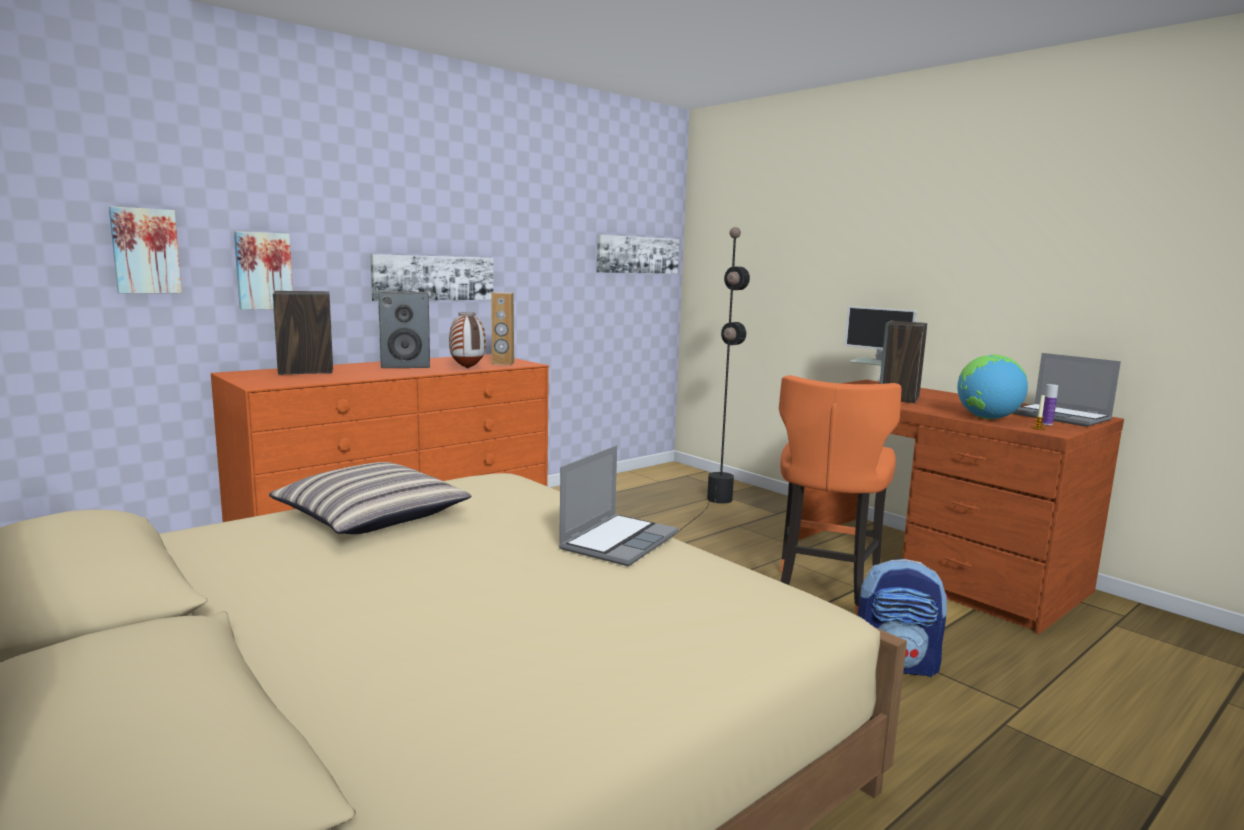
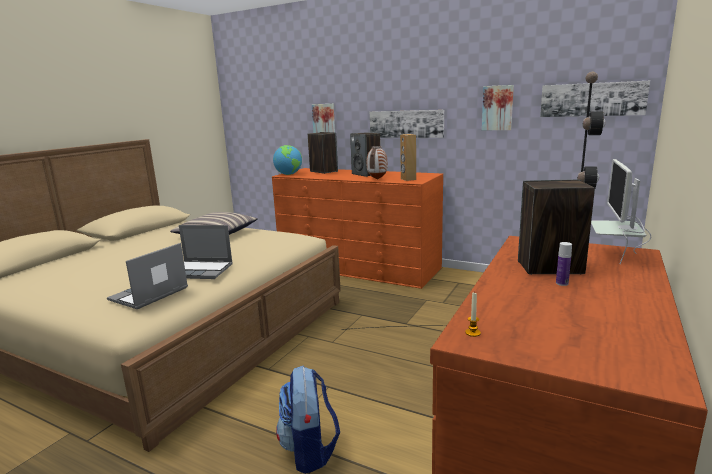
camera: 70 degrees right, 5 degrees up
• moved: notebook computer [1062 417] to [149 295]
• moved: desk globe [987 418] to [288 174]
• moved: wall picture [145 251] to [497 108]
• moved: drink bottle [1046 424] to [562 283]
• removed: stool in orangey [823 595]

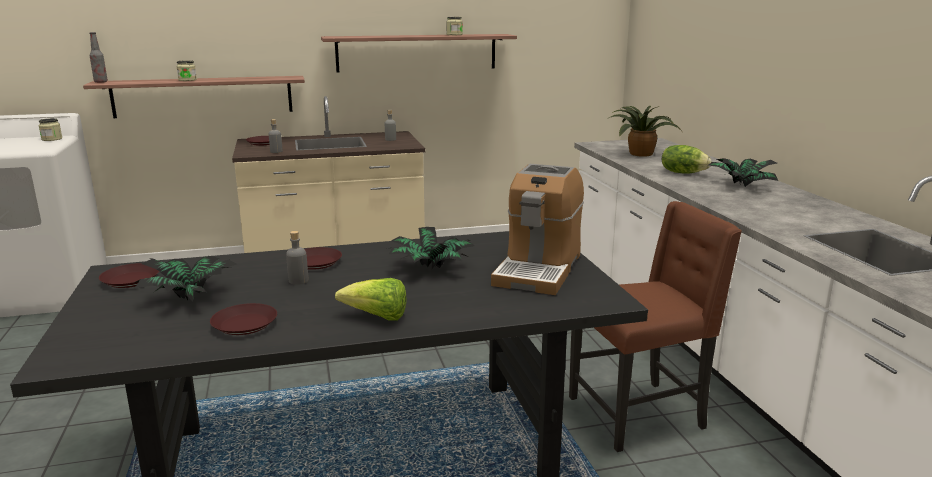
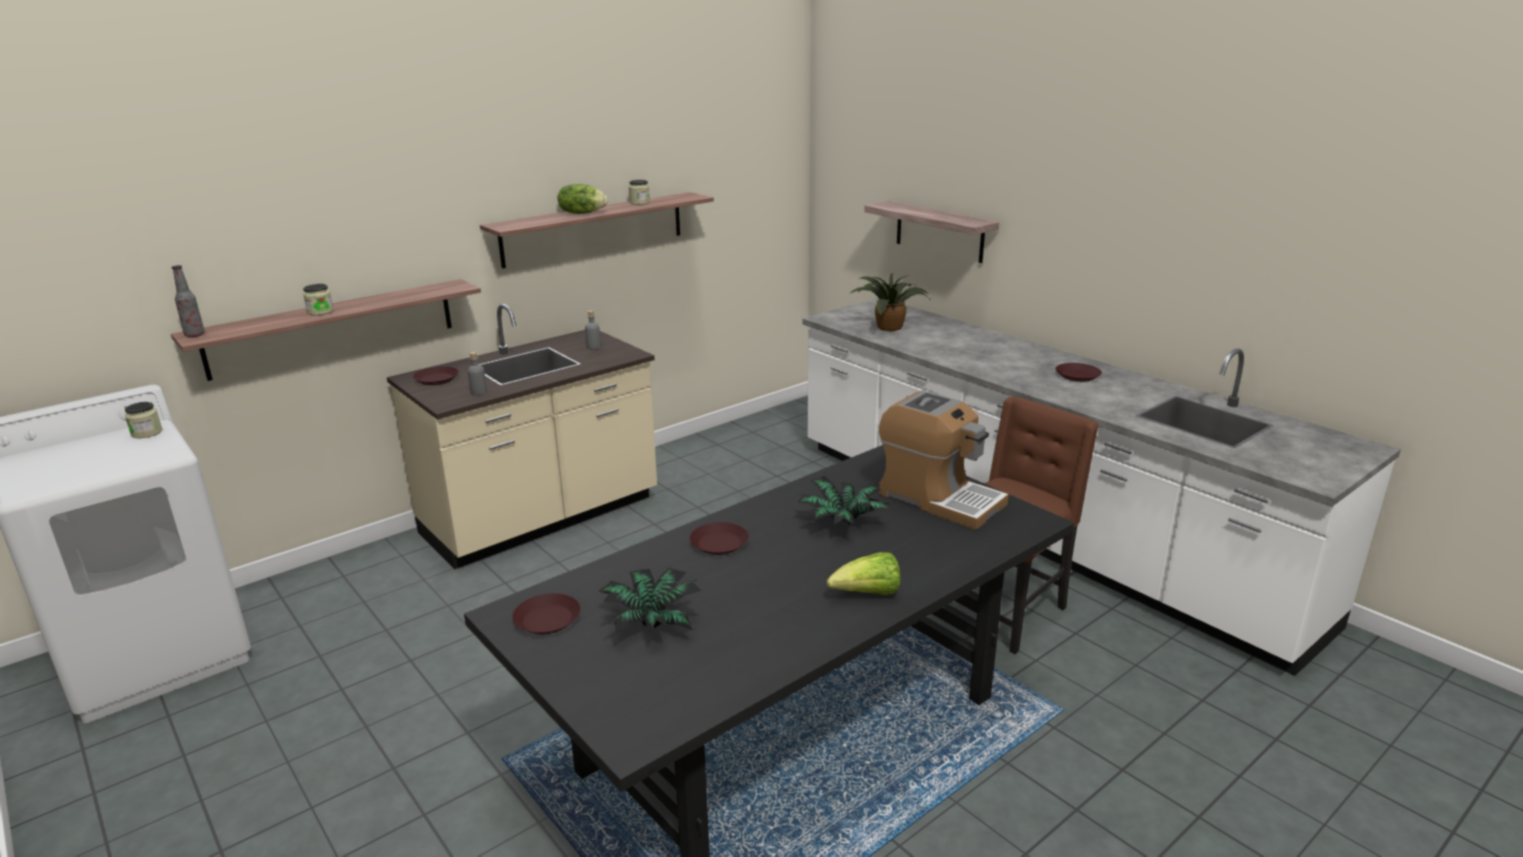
camera: 25 degrees left, 5 degrees up
• moved: head of lettuce [683 173] to [582 213]
• added: bracket shelf [939 231]
• turned: coffee machine [538 269] = [939 499] 45 degrees counterclockwise
• moved: dinner plate in brownish [245 324] to [1077 376]
• removed: drink bottle in gray [298 280]
• removed: potted plant [741 185]

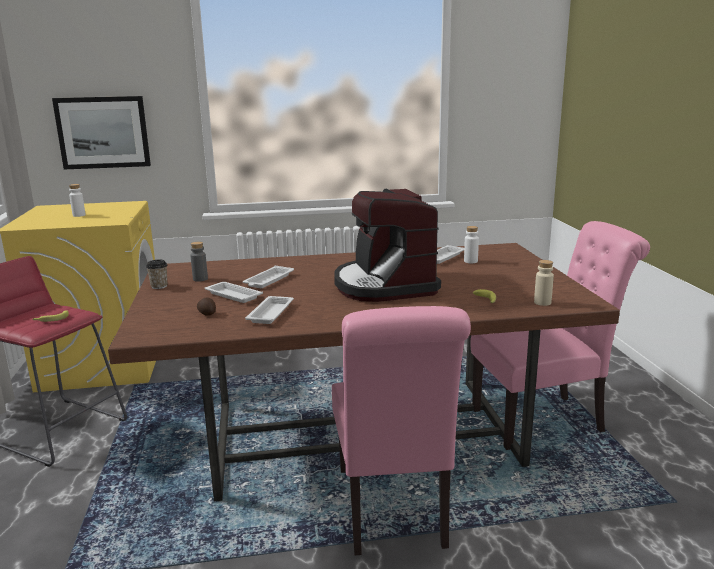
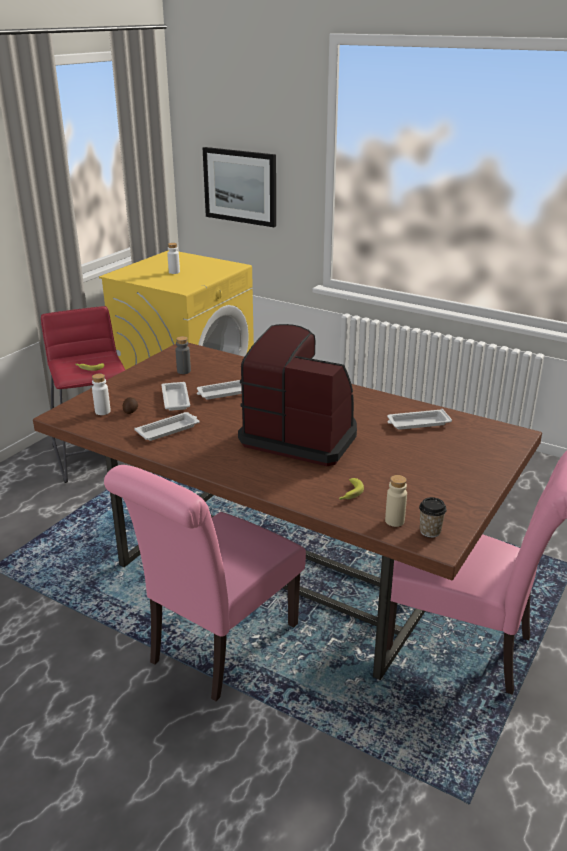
camera: 40 degrees right, 10 degrees up
• moved: drink bottle in whitish [470 261] to [102 411]
• turned: coffee machine [384 285] = [300 436] 90 degrees clockwise
• moved: cup [159 286] to [430 531]

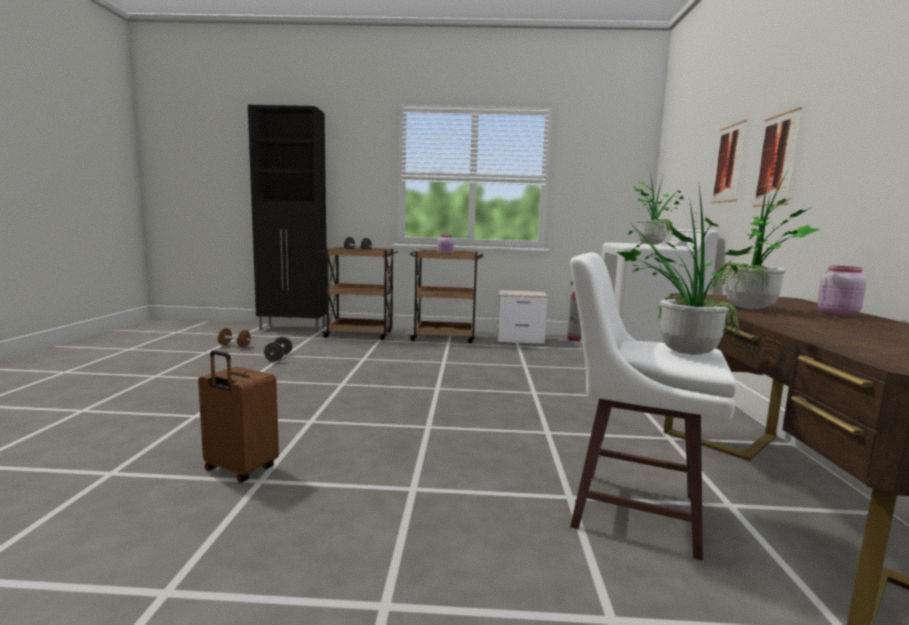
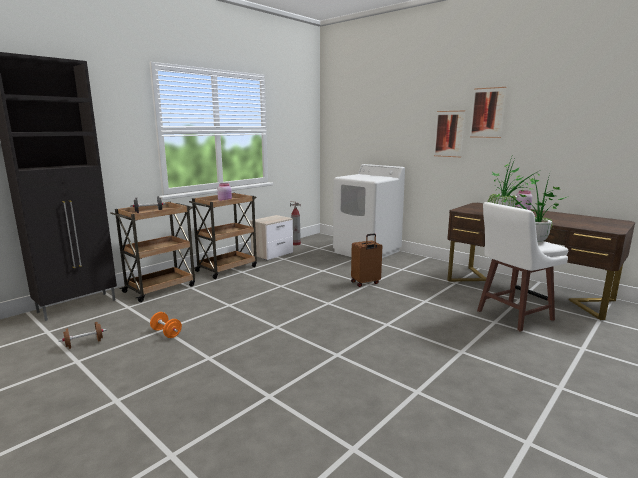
camera: 50 degrees left, 5 degrees up
• recoloured: hand weight in black-coloured [278 358] to hand weight in orangey [166 333]
• moved: travel case in brownish [239 470] to [365 283]
• moved: wall picture [728 164] to [487 113]
• removed: potted plant [653 244]

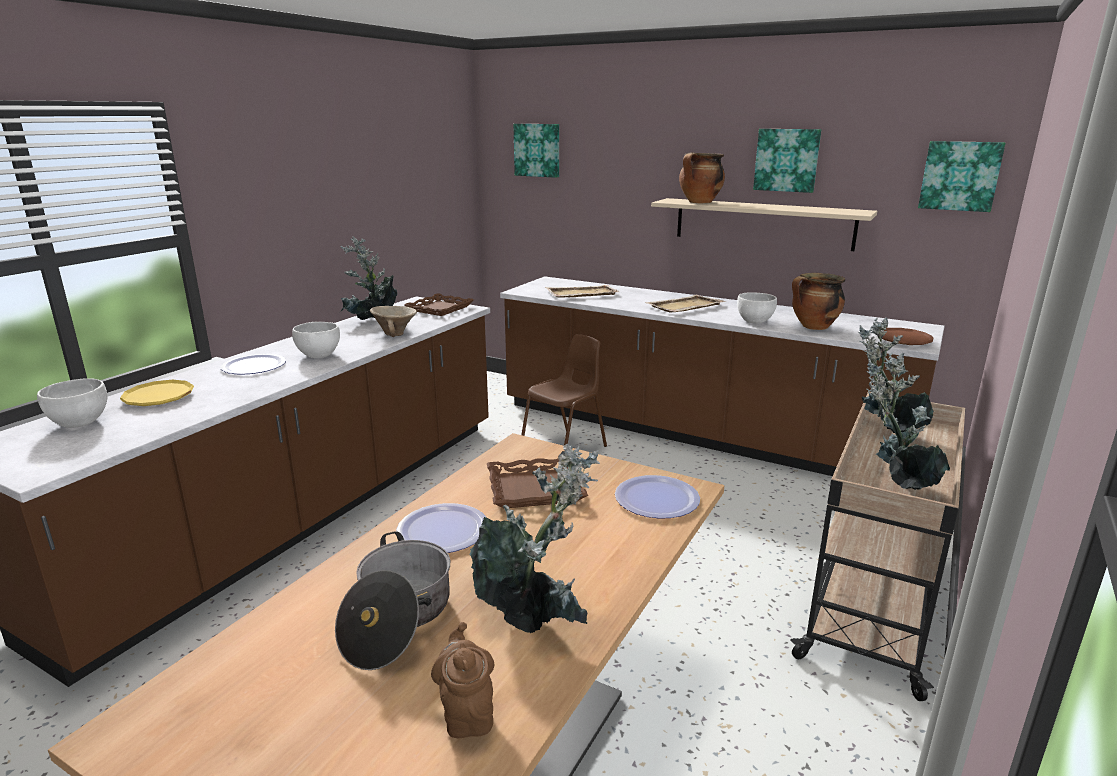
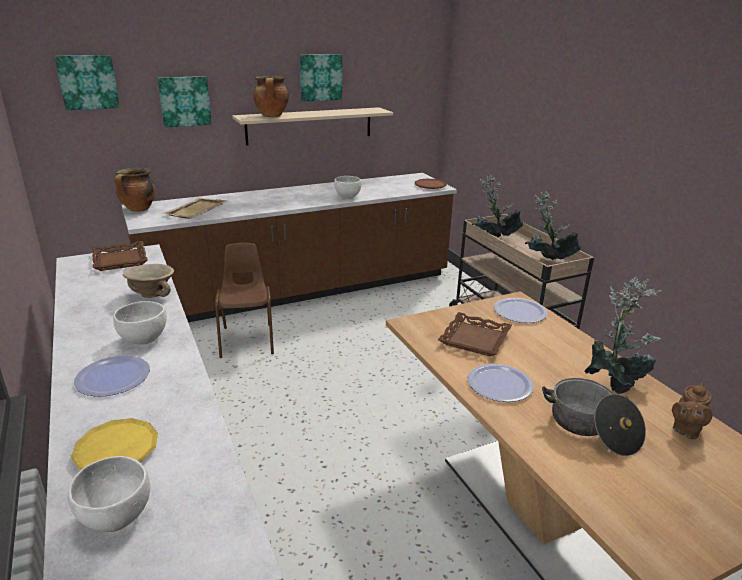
camera: 55 degrees left, 5 degrees up
• moved: saucepot [813 327] to [138 209]
• moved: wall picture [960 176] to [184 101]
• turned: pot for tea in brownish [467 713] = [685 430] 75 degrees counterclockwise
• removed: potted plant [371 321]
• removed: tray in sand-coloured [684 306]

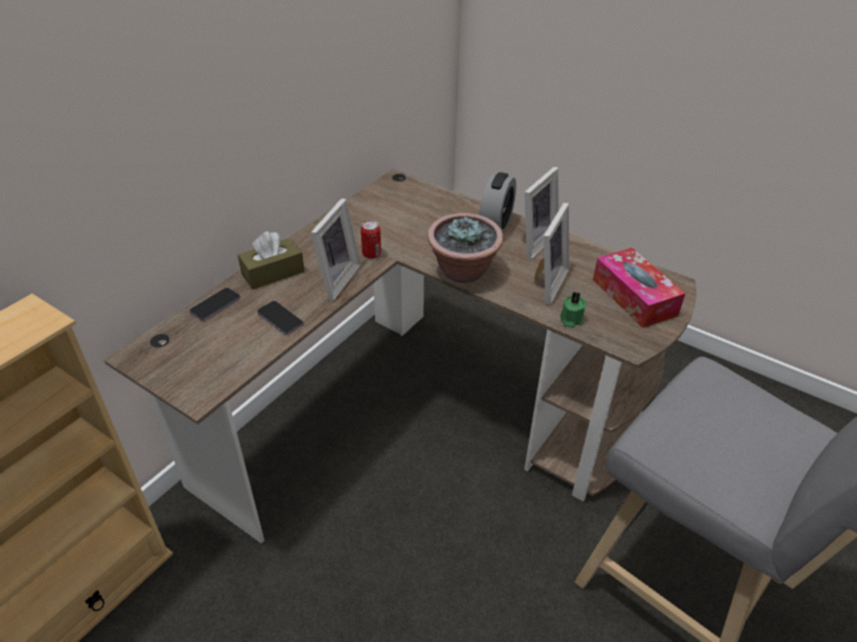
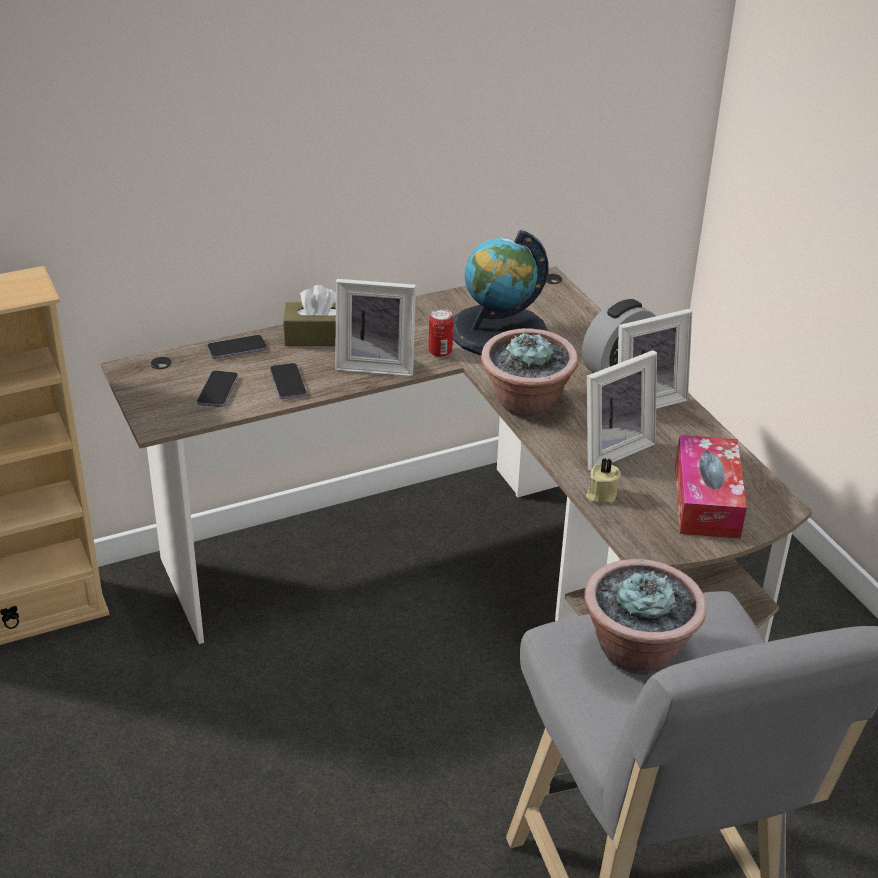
camera: 30 degrees right, 5 degrees down
• added: phone [218 390]
• turned: picture frame [334 280] = [376 364] 45 degrees clockwise
• added: desk globe [498 331]
• added: potted plant [637 652]
• recoloured: wax light in greenish [570 319] to wax light in sand-coloured [601 494]

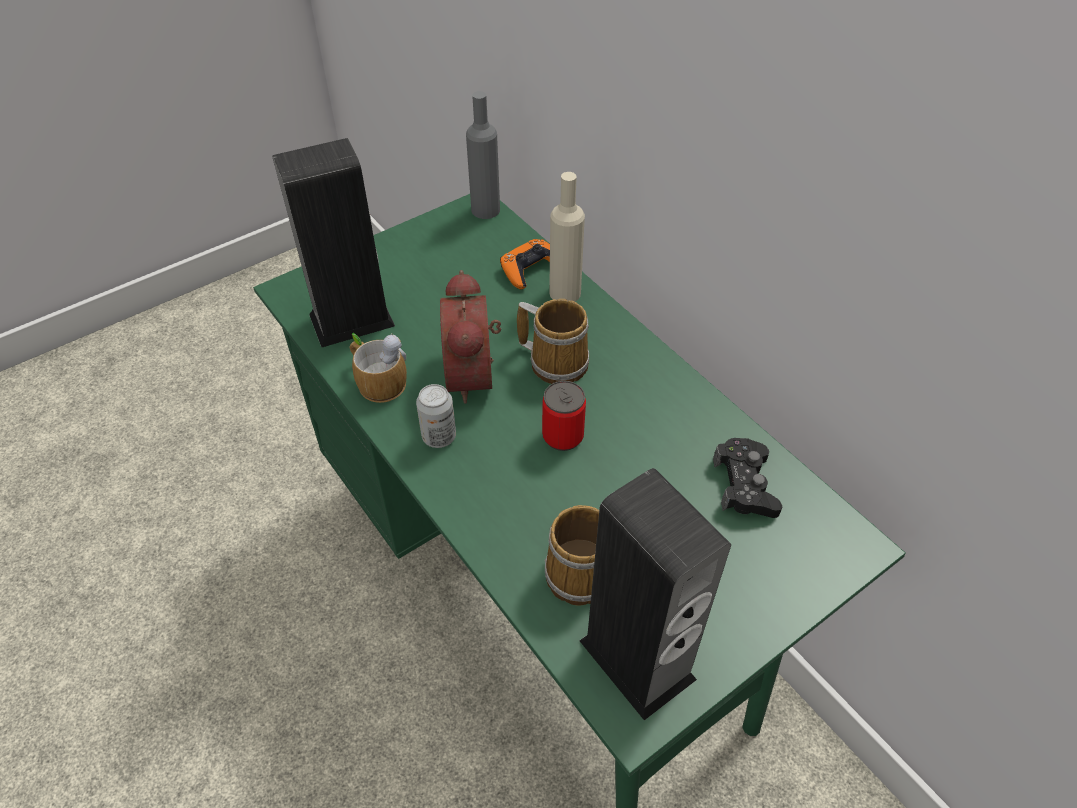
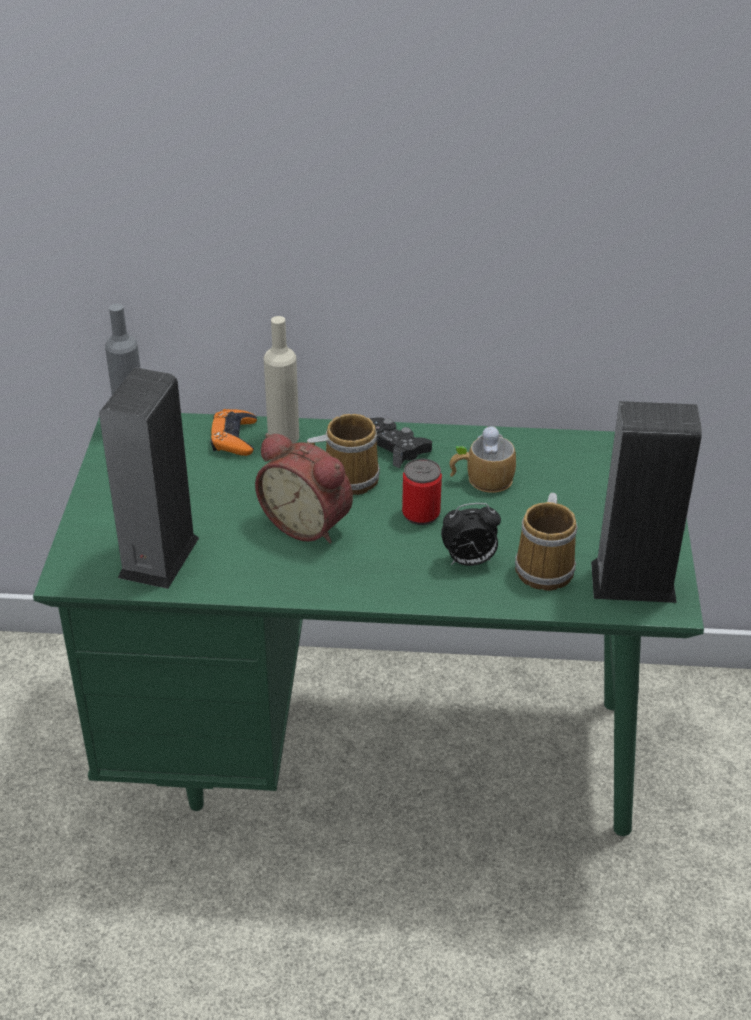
camera: 50 degrees left, 10 degrees down
• moved: game controller in black-coloured [745 485] to [393 448]
• added: alarm clock [469 561]
• moved: tea mug [377 379] to [481 479]
• removed: can [439 436]

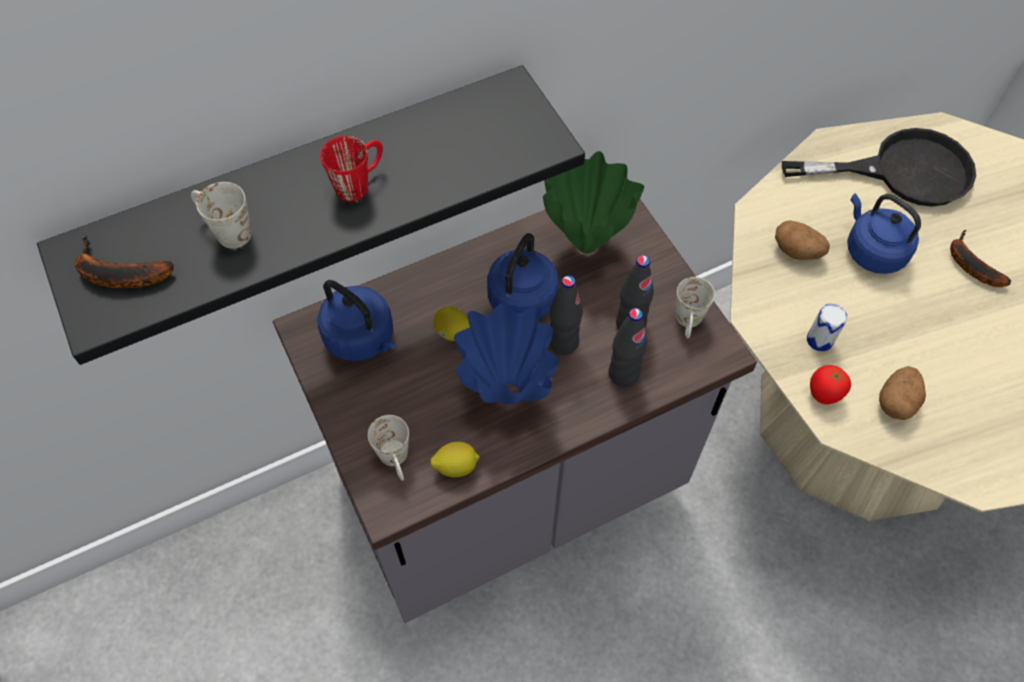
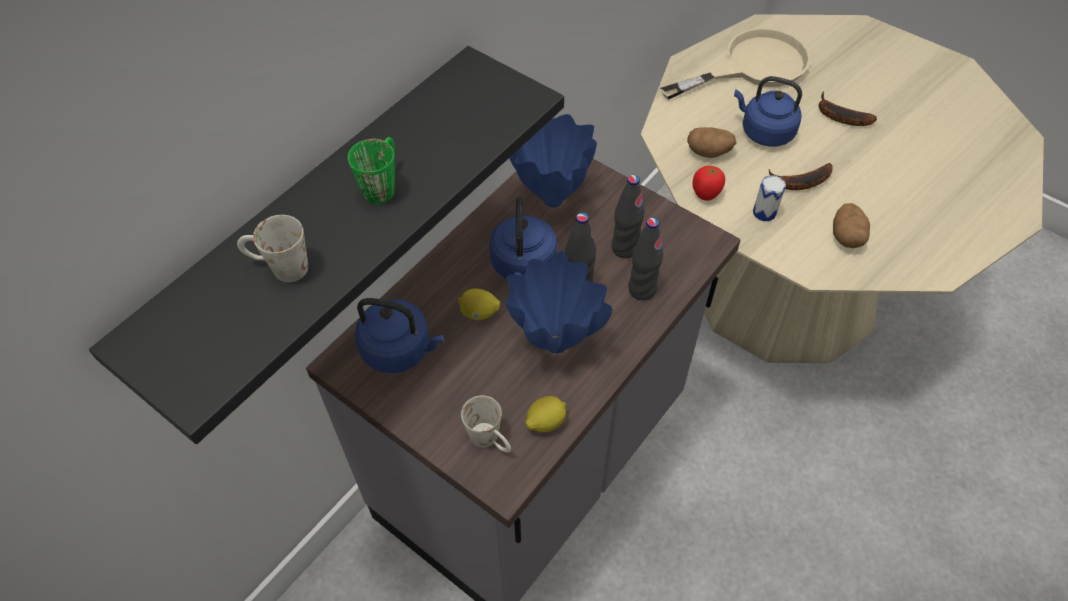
camera: 25 degrees left, 5 degrees down
• recoloured: tea mug in red [360 182] to tea mug in greenish [383 184]
• recoloured: flower vase in greenish [587 243] to flower vase in blue [552 198]
• recoloured: skillet in black-coloured [902 171] to skillet in sand-coloured [752 66]
• moved: tomato [823 395] to [705 195]
• moved: whole banana [117 274] to [800 183]
• removed: tea mug in whitish [688 324]

